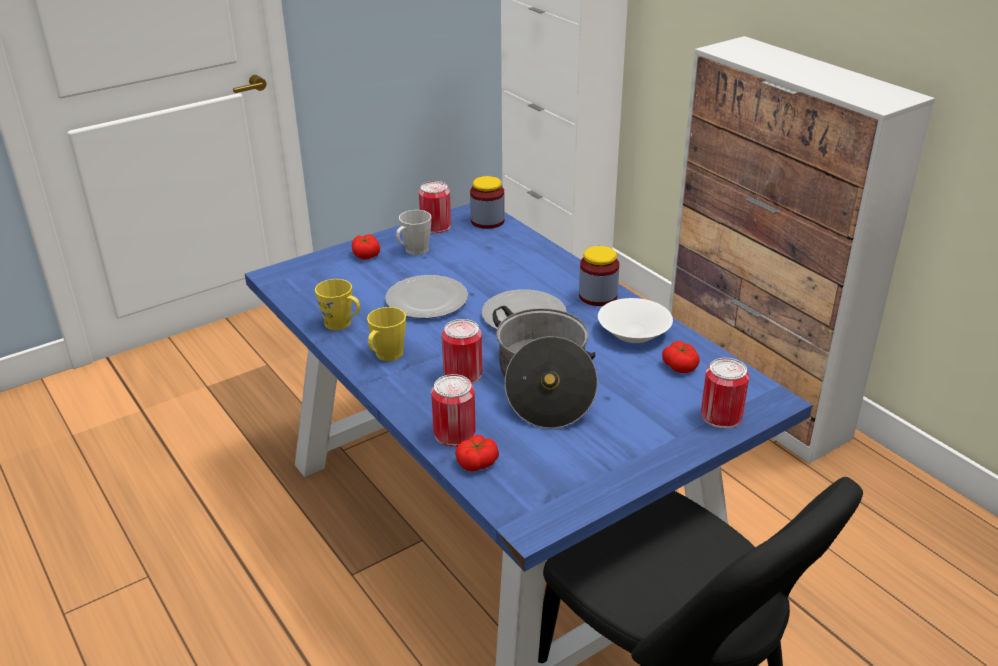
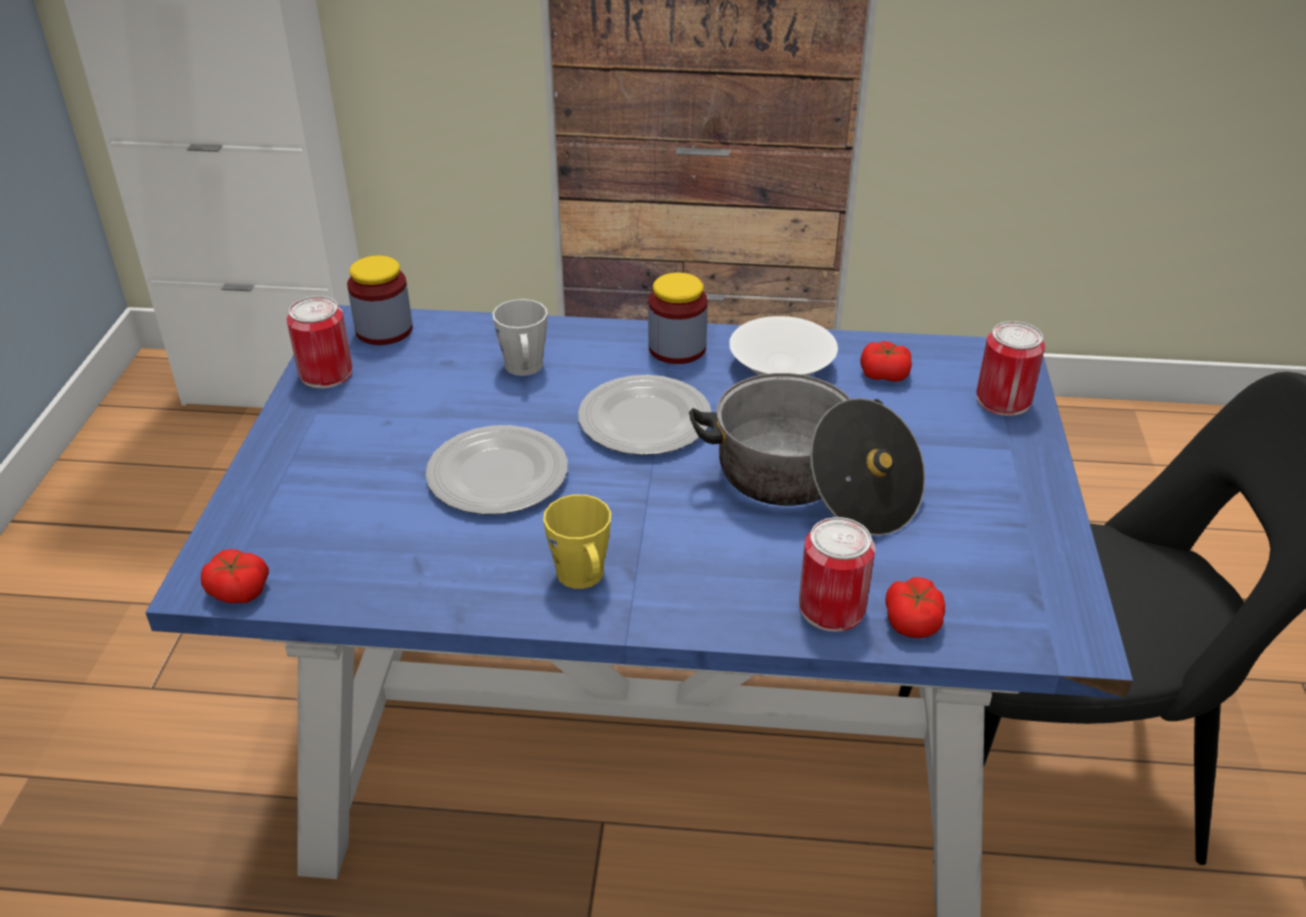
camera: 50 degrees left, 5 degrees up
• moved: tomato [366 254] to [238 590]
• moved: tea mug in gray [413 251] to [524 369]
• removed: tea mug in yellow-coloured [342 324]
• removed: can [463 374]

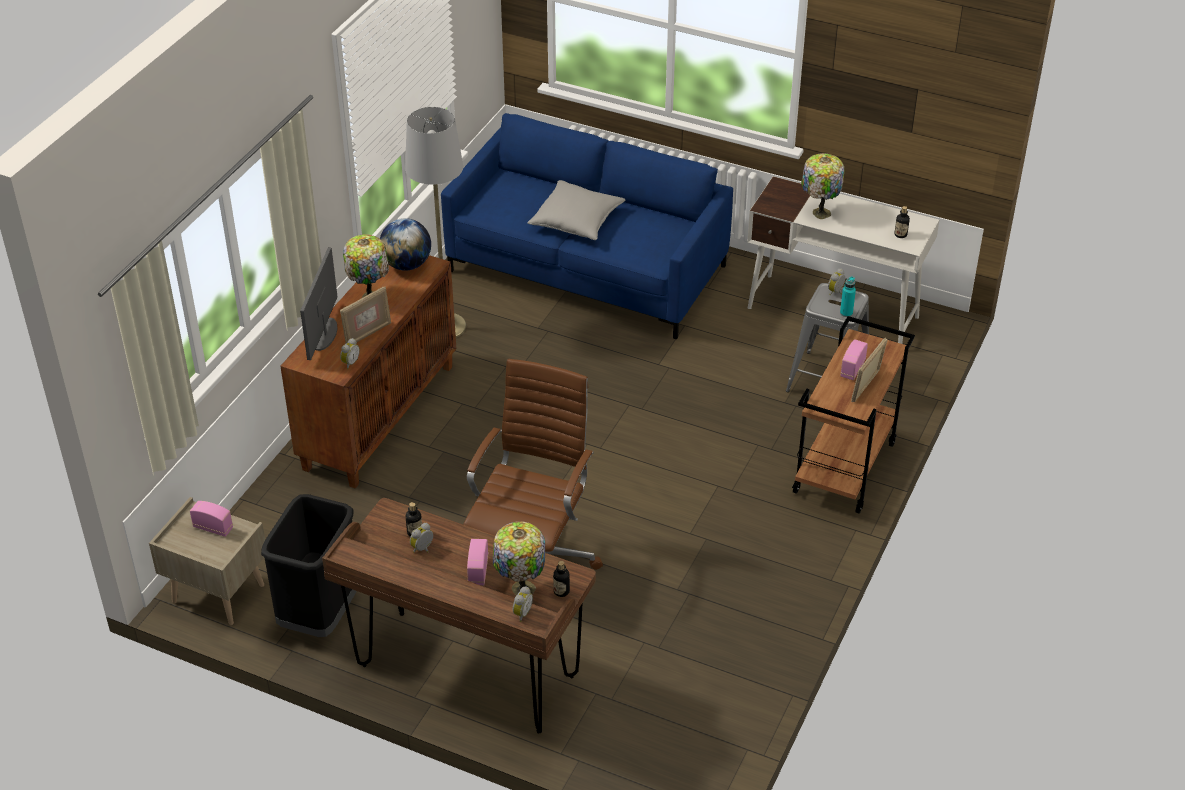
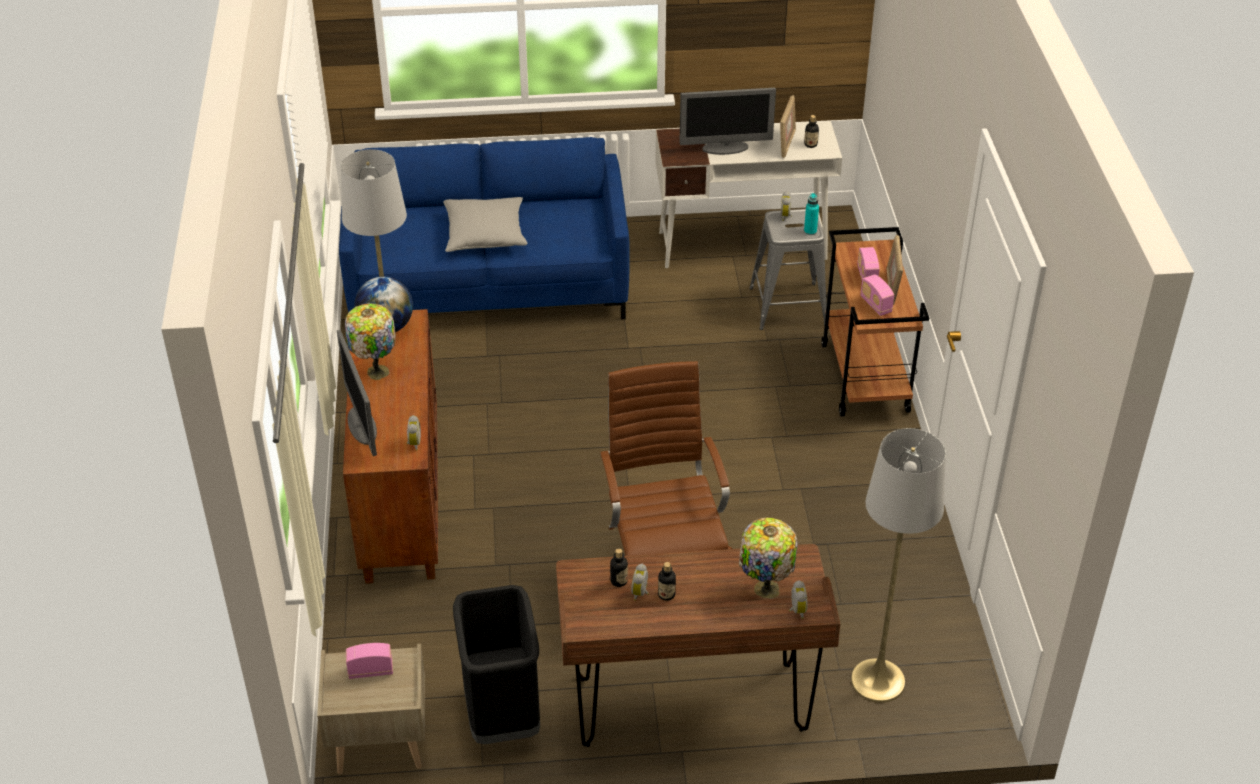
camera: 30 degrees left, 0 degrees up
• moved: drink bottle [561 591] to [666 594]
• replaced: lamp for a table [820 212] to monitor [725 148]
• moved: picture frame [367 334] to [786 144]
• added: floor lamp in gray [877 680]
• moved: radio set [478 571] to [875 305]

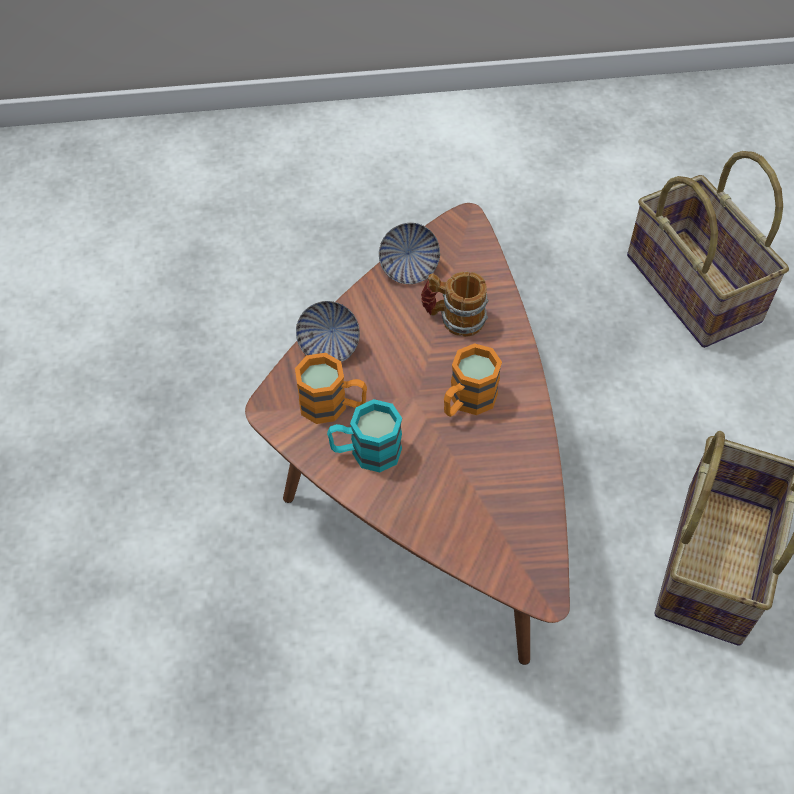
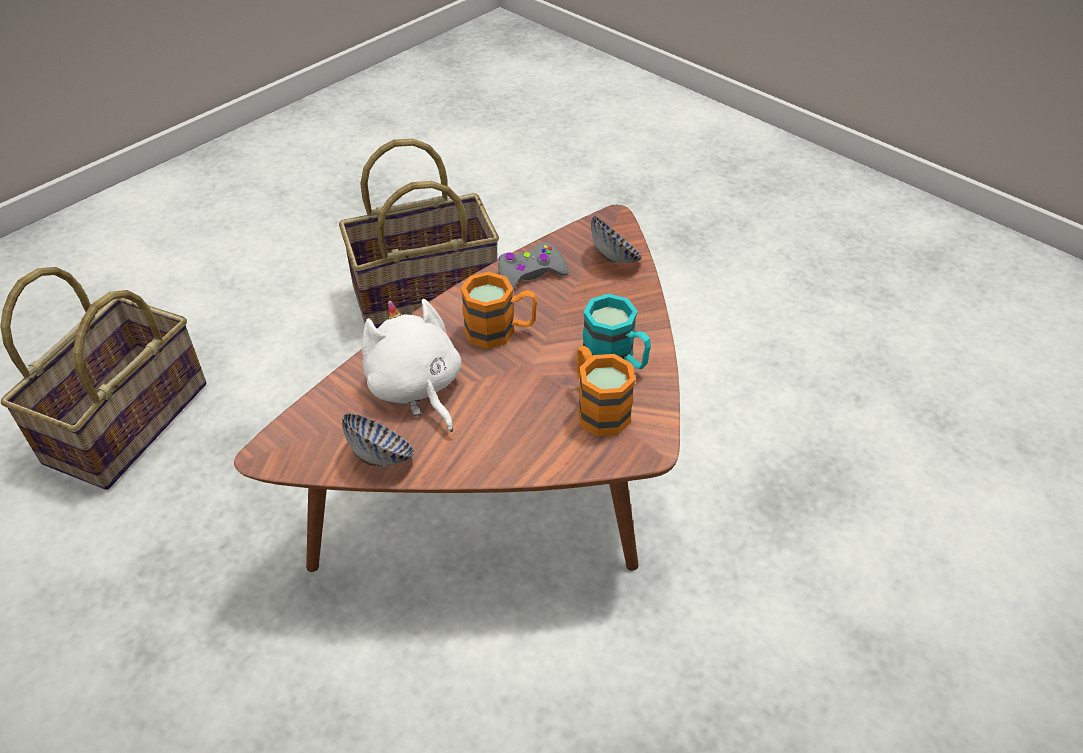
camera: 130 degrees left, 10 degrees down
• replaced: tea mug [453 318] to cuddly toy in whitish [416 388]
• added: game controller in gray [530 274]
• moved: bowl [329 347] to [614 258]

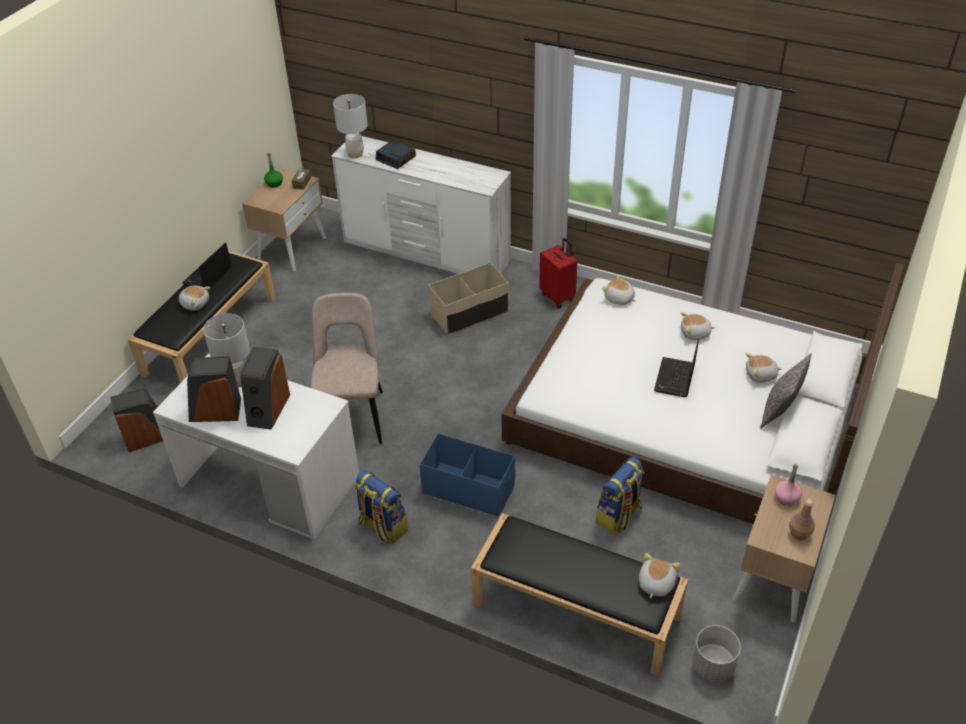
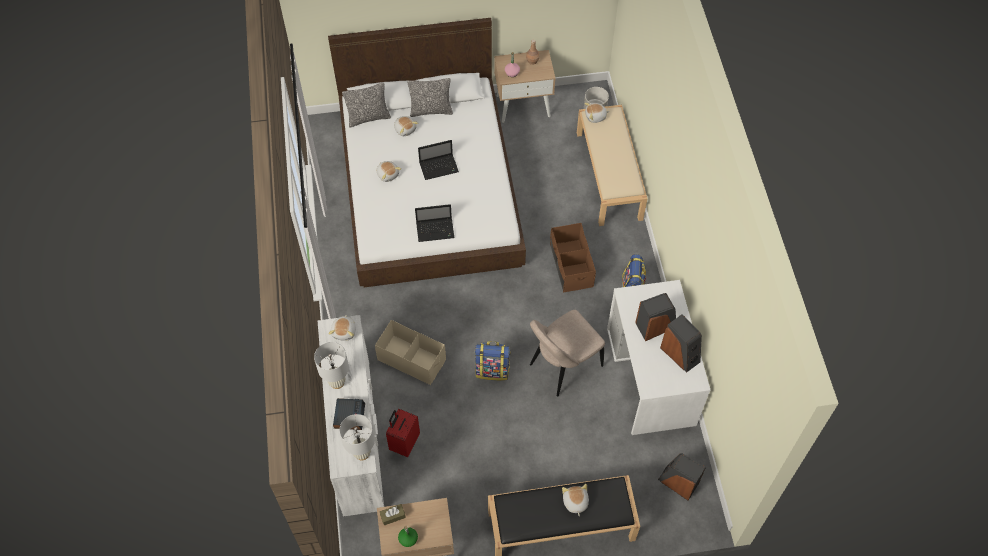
camera: 125 degrees left, 15 degrees up
• moved: lamp for a table in whitish [237 380] to [337 382]
• moved: cuddly toy [619 299] to [344 331]
• added: cushion [368 118]
• moved: travel case in red [558 297] to [404 442]
• moved: notebook computer [207 276] to [436 230]
• moved: backpack [619 516] to [492 370]
• recoloured: storage bin in blue [468 488] to storage bin in brownish [571 266]
• recoloured: indoor bench in black-coloured [574 609] to indoor bench in sand-coloured [609 176]

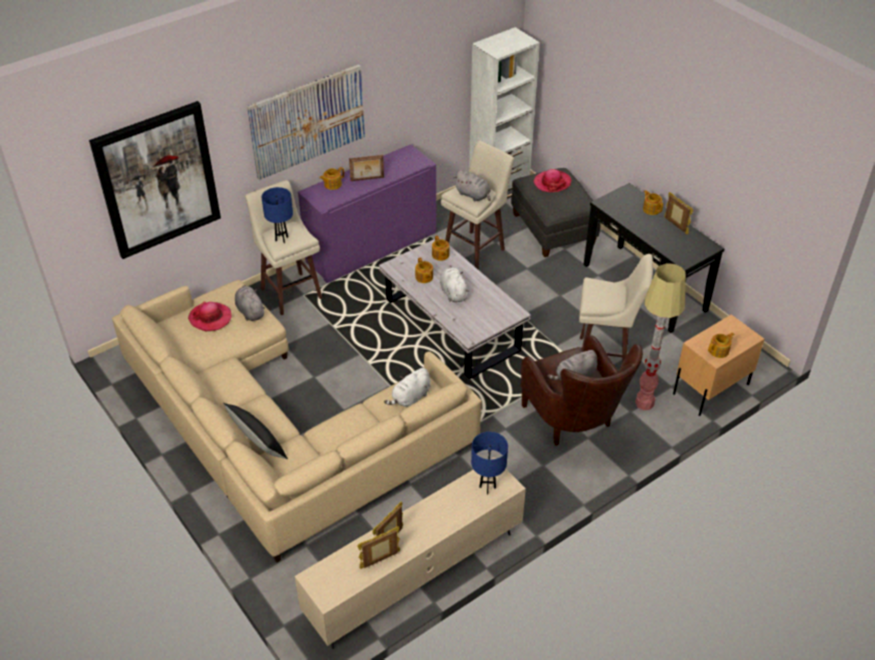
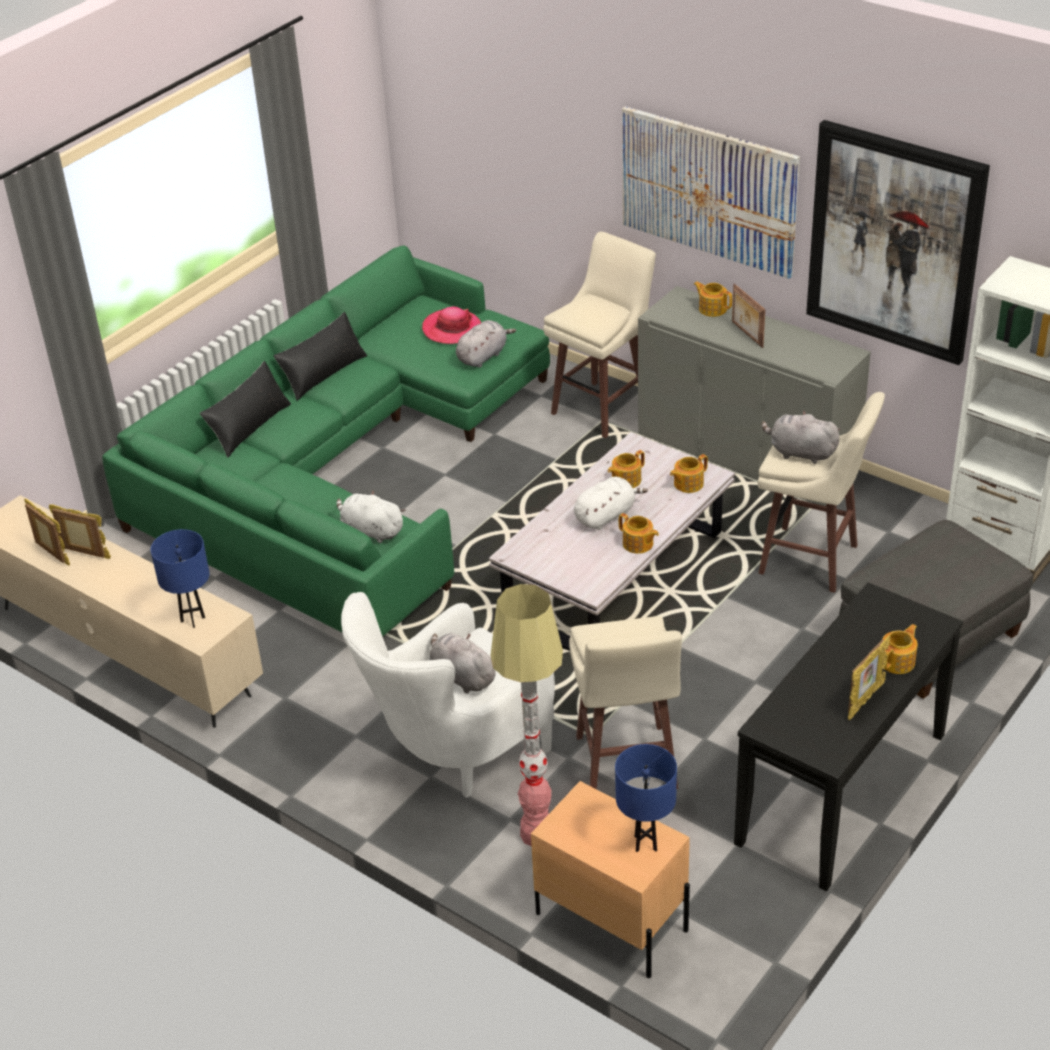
camera: 75 degrees right, 5 degrees down
• recoloured: settee in sand-coloured [277 427] to settee in greenish [341 469]
• added: cushion in black-coloured [323 374]
• recoloured: easy chair in brownish [574 424] to easy chair in whitish [454 755]
• moved: lamp for a table in blue [281 239] to [646 843]
• moved: pot for tea [719 351] to [638 544]
• recoloured: cabinet in purplish [371 247] to cabinet in gray [746 454]
• turned: cuddly toy in gray [473 195] = [800 453] 90 degrees clockwise
• moved: wall picture [158 180] to [894 242]
• removed: wearable hat [552 182]

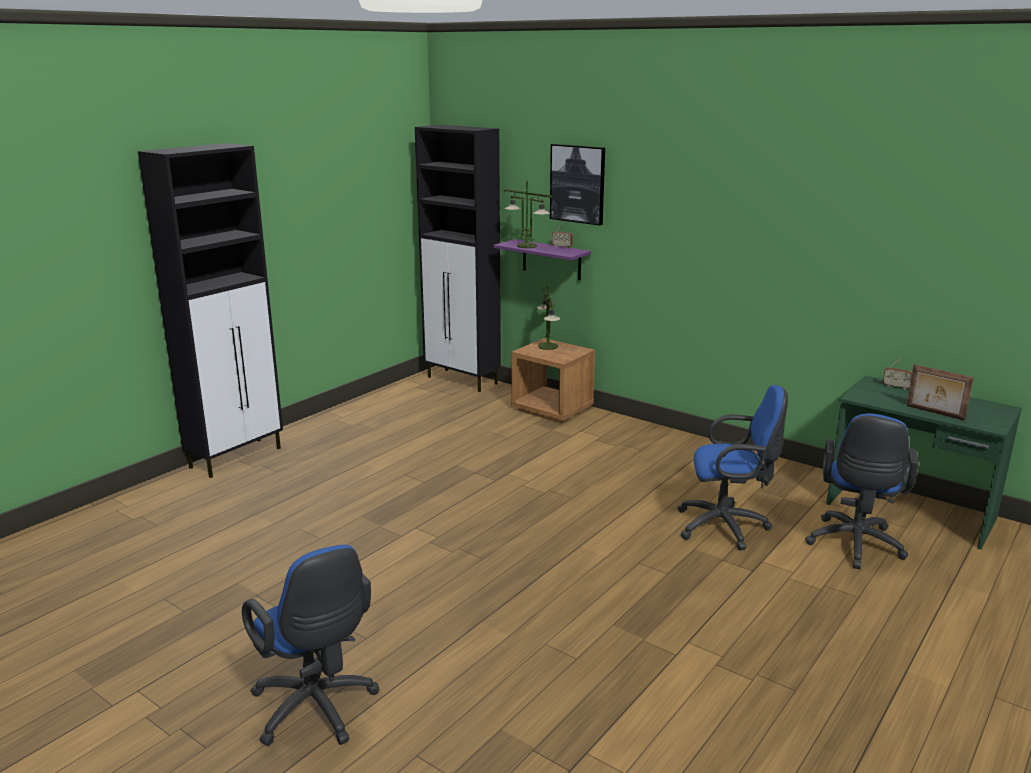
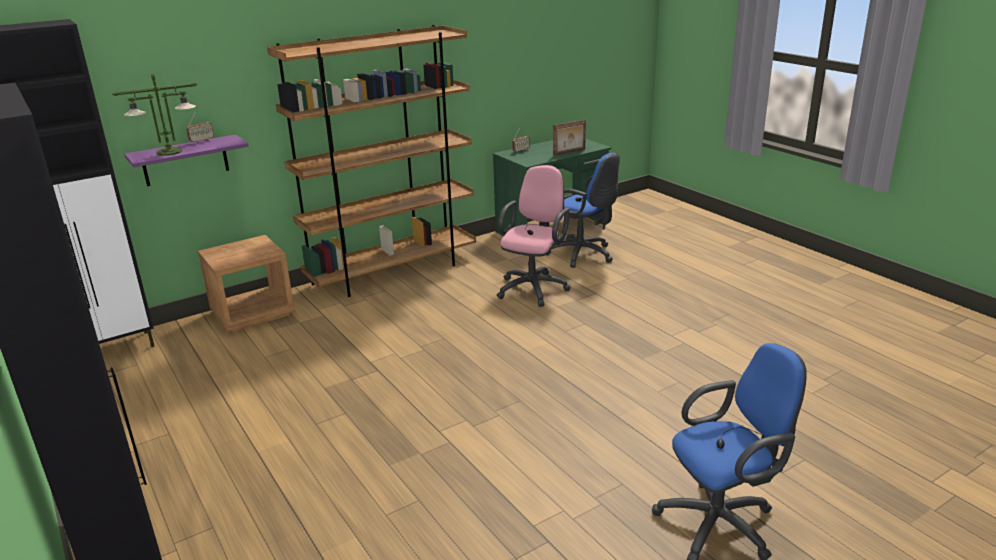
camera: 70 degrees left, 5 degrees up
• added: bookcase in brownish [393 272]
• recoloured: office chair in blue [727 527] to office chair in pink-coloured [534 287]
• removed: lamp for a table [547 346]
• removed: wall picture [578 184]

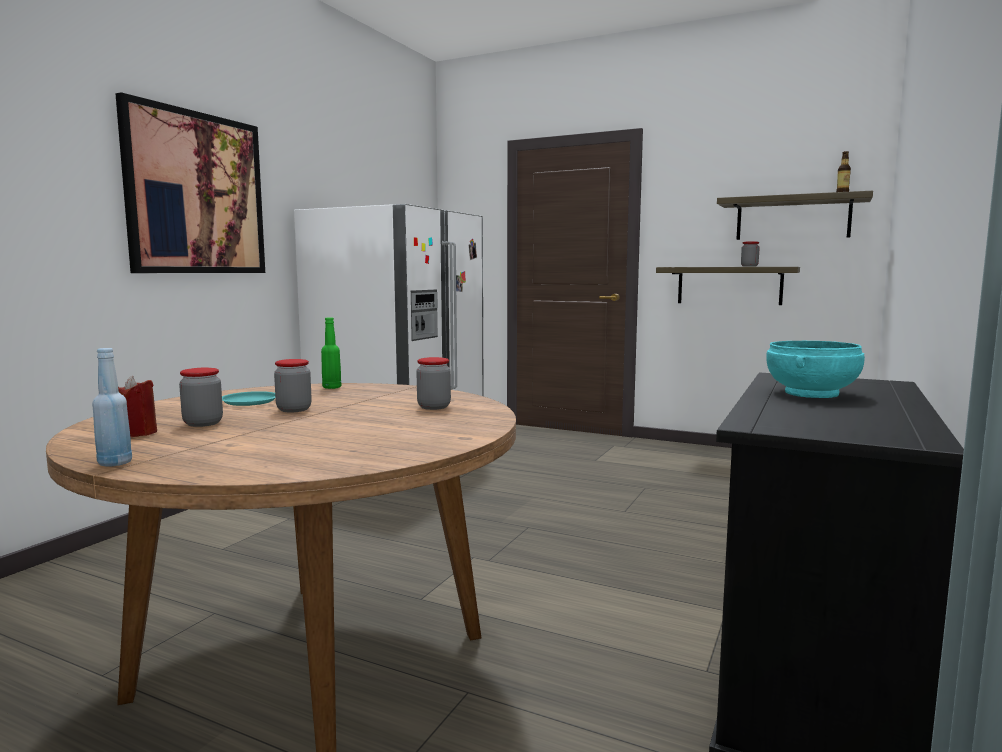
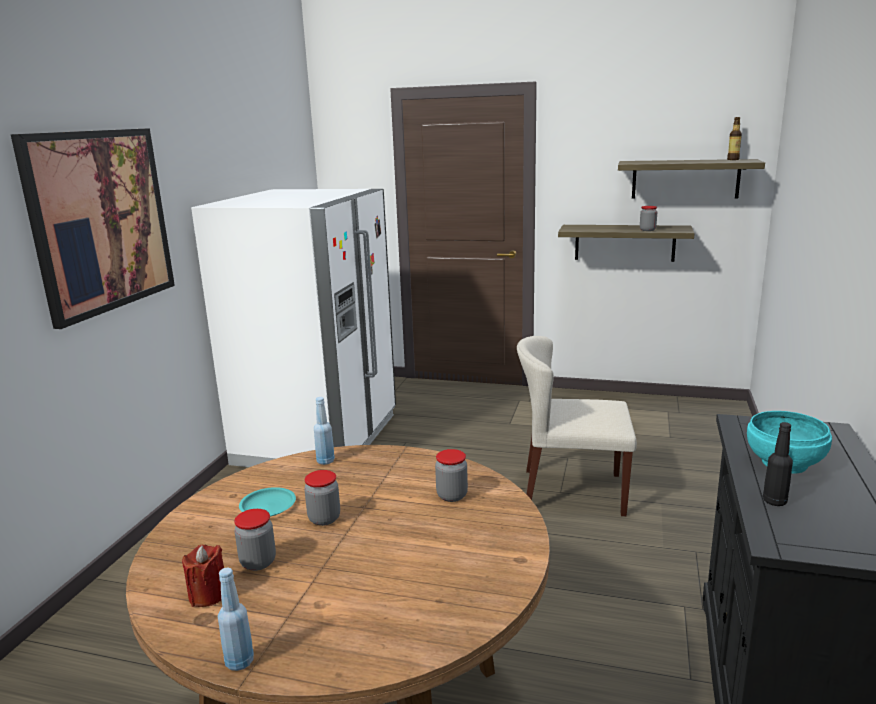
camera: 10 degrees left, 10 degrees up
• recoloured: drink bottle in greenish [332 387] to drink bottle in blue [325 461]
• added: upright chair in sand-coloured [572 492]
• added: drink bottle in black-coloured [774 501]

